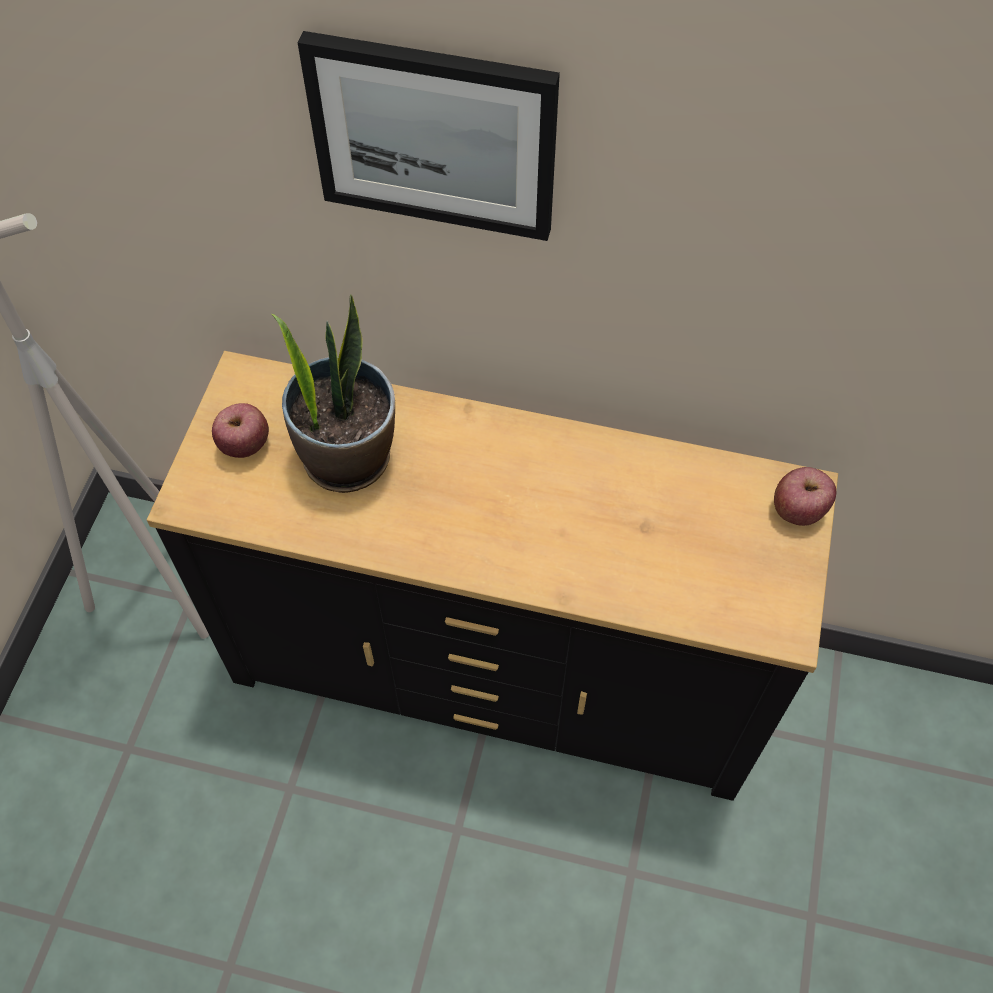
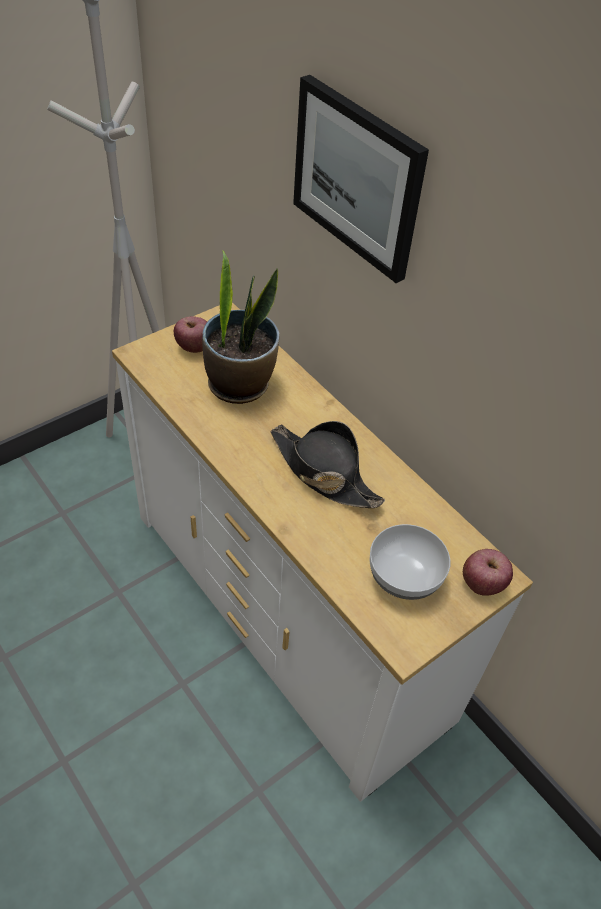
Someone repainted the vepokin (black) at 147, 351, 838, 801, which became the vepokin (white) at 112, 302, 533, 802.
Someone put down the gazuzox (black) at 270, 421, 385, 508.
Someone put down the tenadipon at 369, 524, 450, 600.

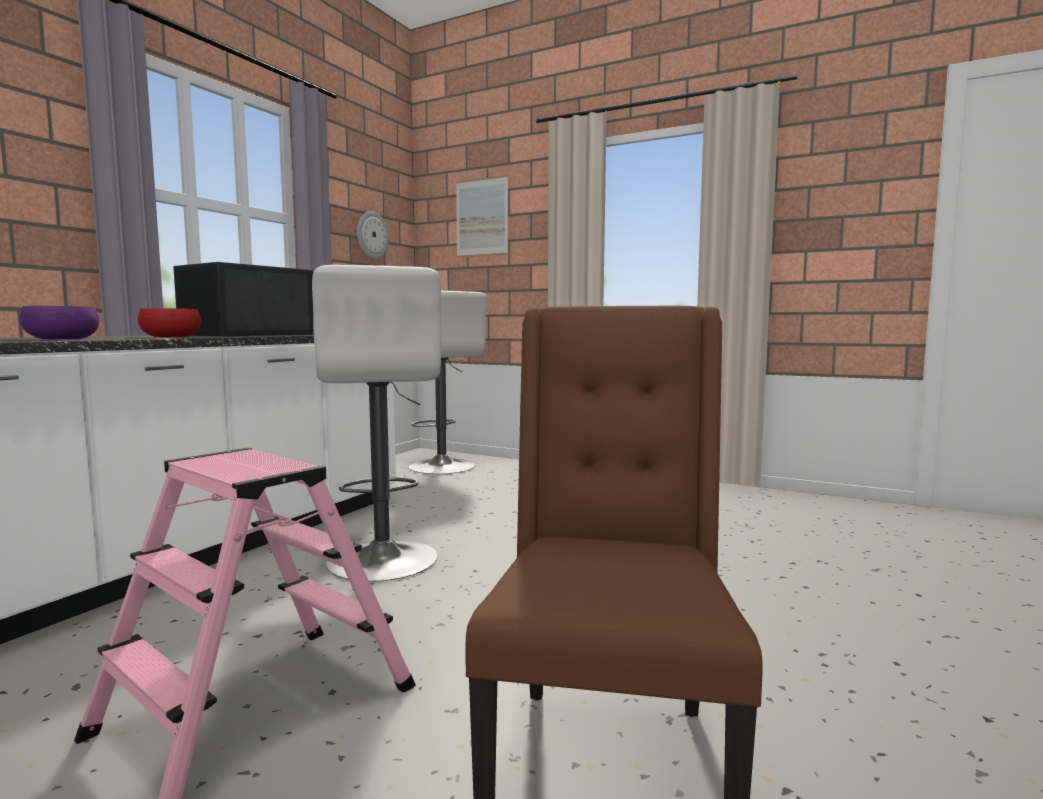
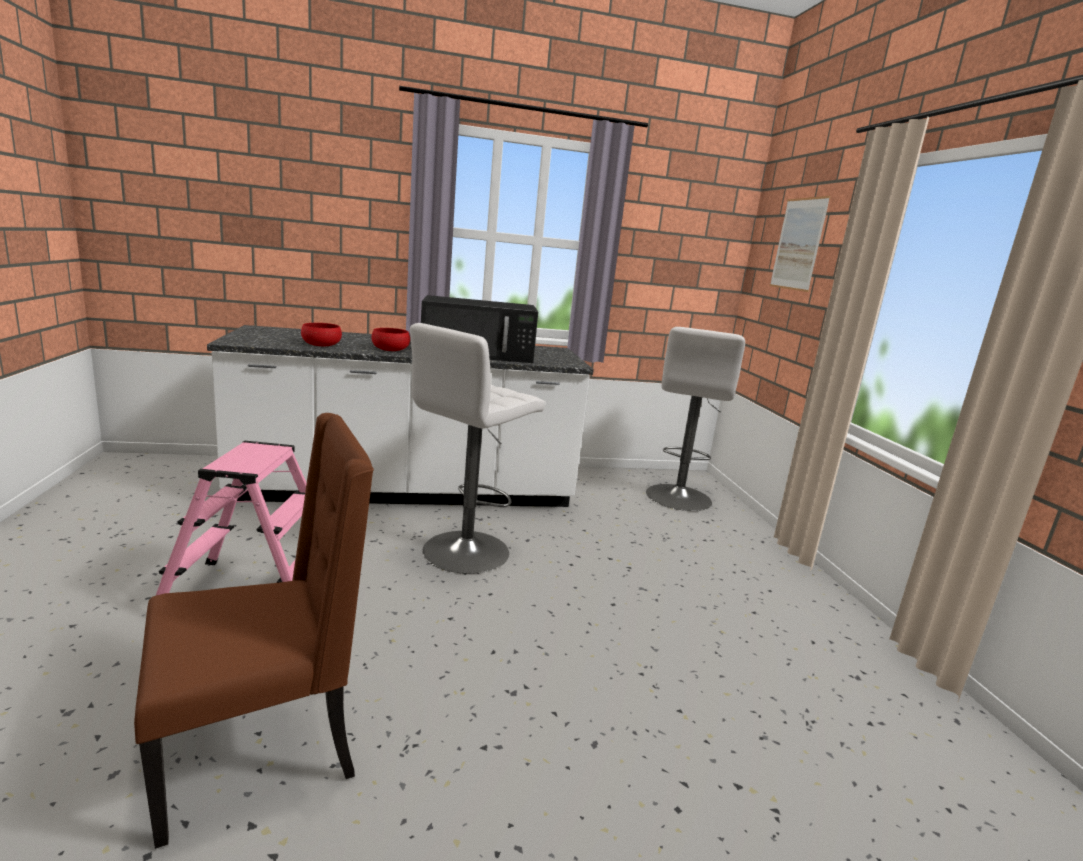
Someone repainted the tenadipon (purple) at 20, 306, 99, 339, which became the tenadipon (red) at 301, 323, 342, 346.
Someone took away the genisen at 357, 211, 389, 259.

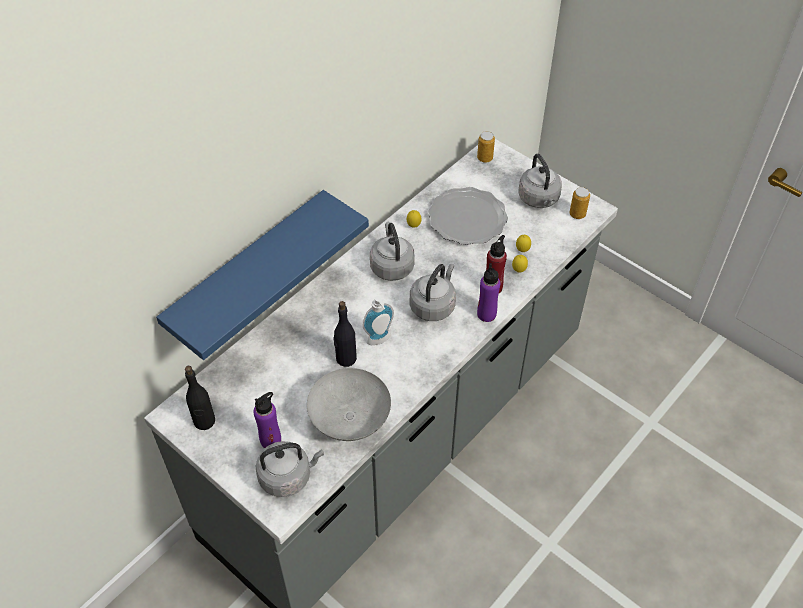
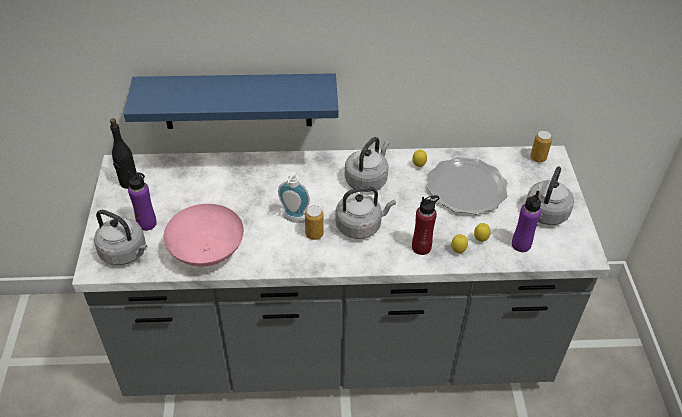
Someone repainted the tenadipon (grey) at 307, 368, 391, 441, which became the tenadipon (pink) at 164, 204, 244, 266.
Someone took away the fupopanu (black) at 333, 301, 357, 367.
Someone carried the fupopanu (purple) from 477, 263, 500, 322 to 512, 191, 541, 252.
Someone carried the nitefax from 570, 187, 590, 219 to 305, 205, 324, 240.

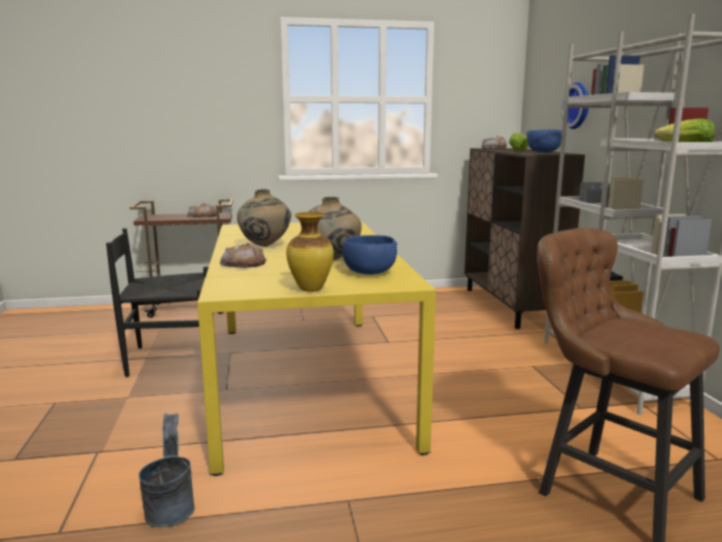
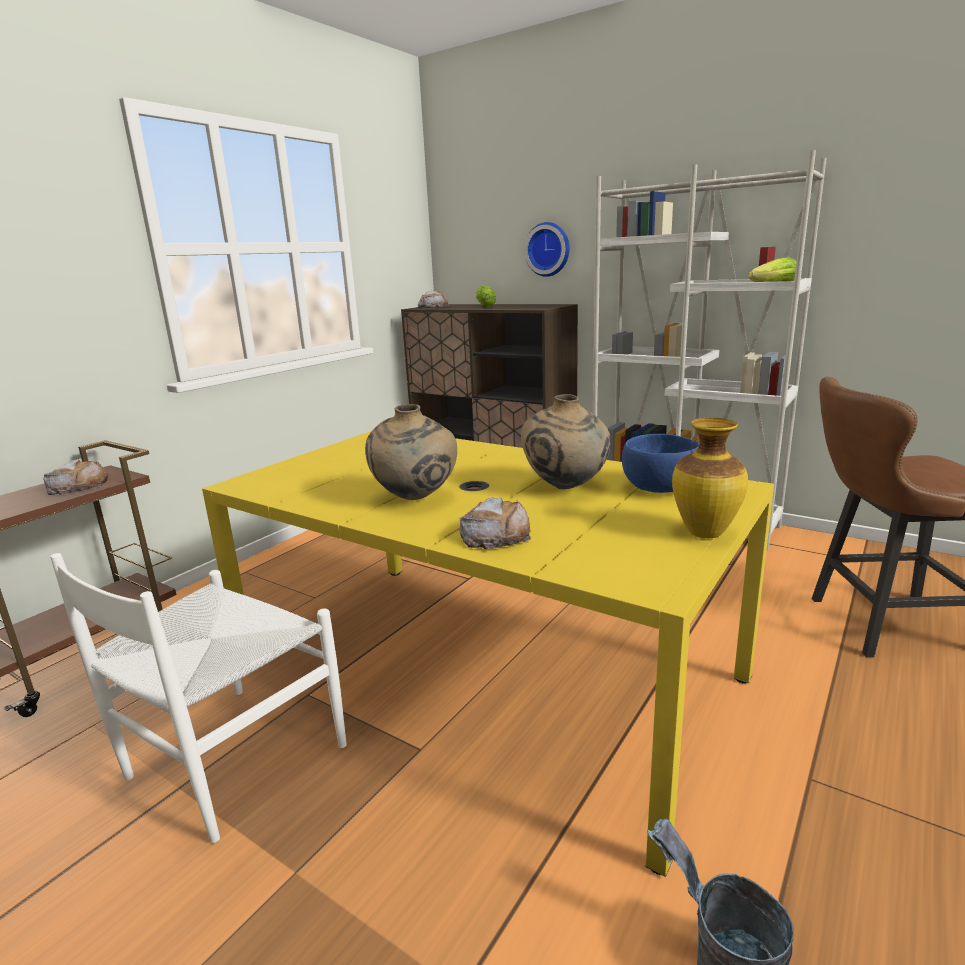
Someone repainted the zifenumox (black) at 106, 228, 208, 377, which became the zifenumox (white) at 50, 553, 347, 843.
Someone took away the tenadipon (blue) at 526, 130, 562, 152.

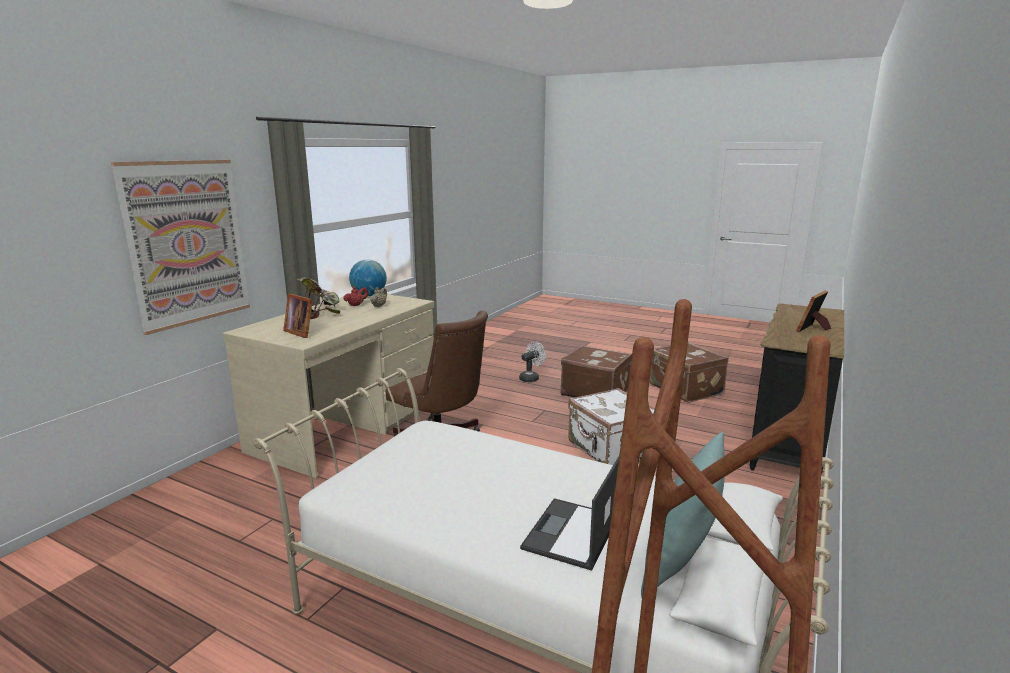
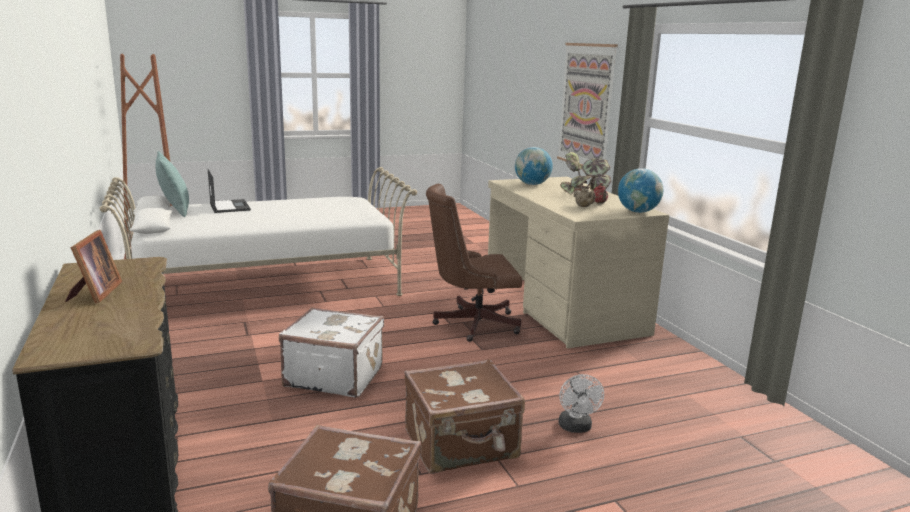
Someone swapped the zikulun at 283, 293, 313, 338 for the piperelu at 515, 147, 553, 185.

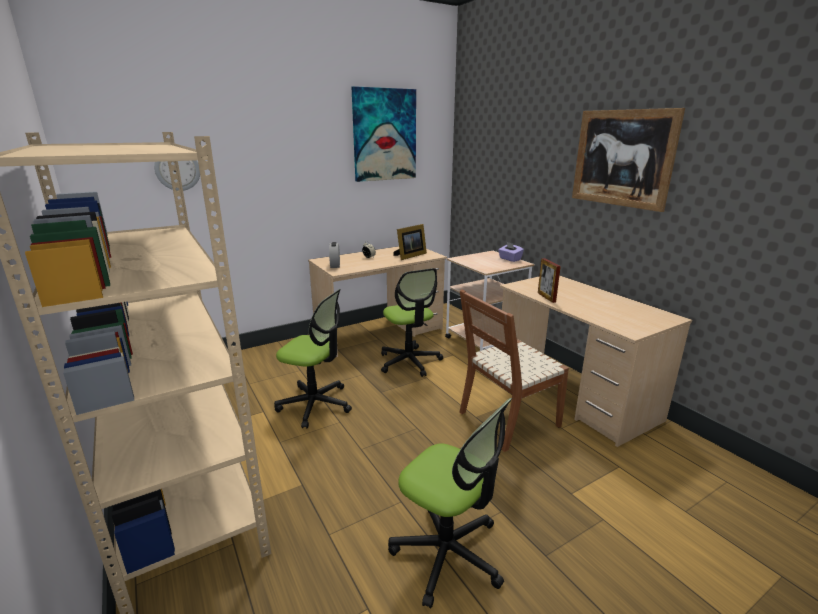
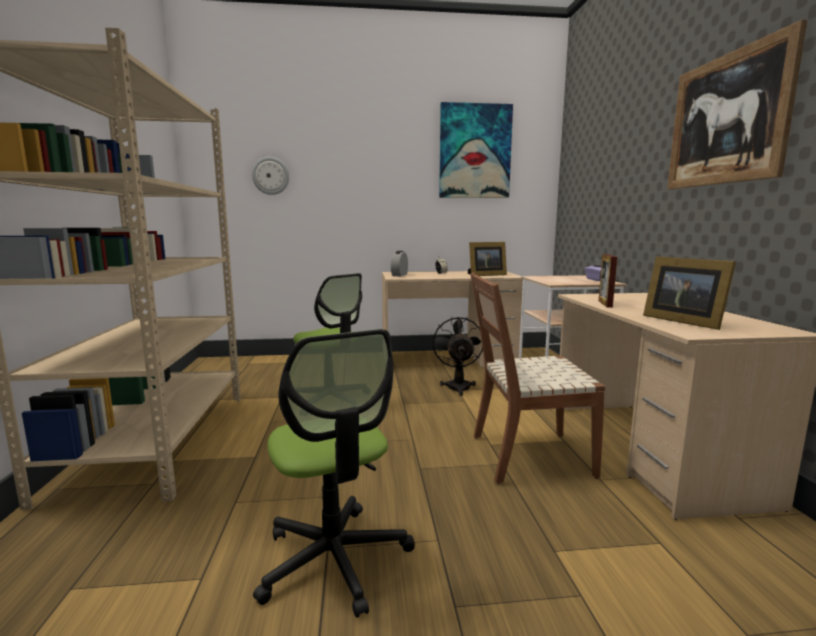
Someone swapped the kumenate at 381, 268, 443, 377 for the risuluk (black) at 432, 316, 483, 396.
Someone put down the zikulun at 643, 256, 736, 330.

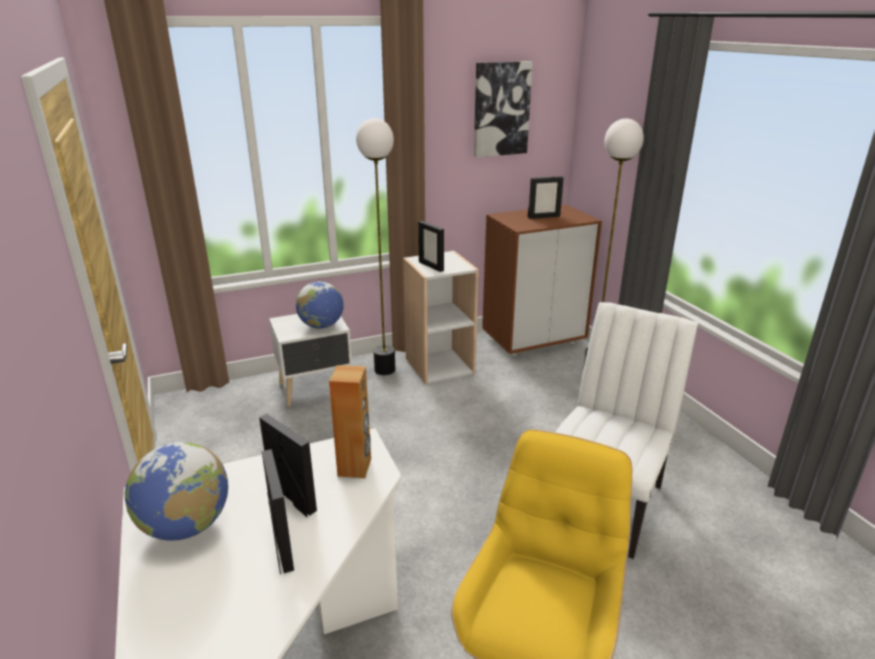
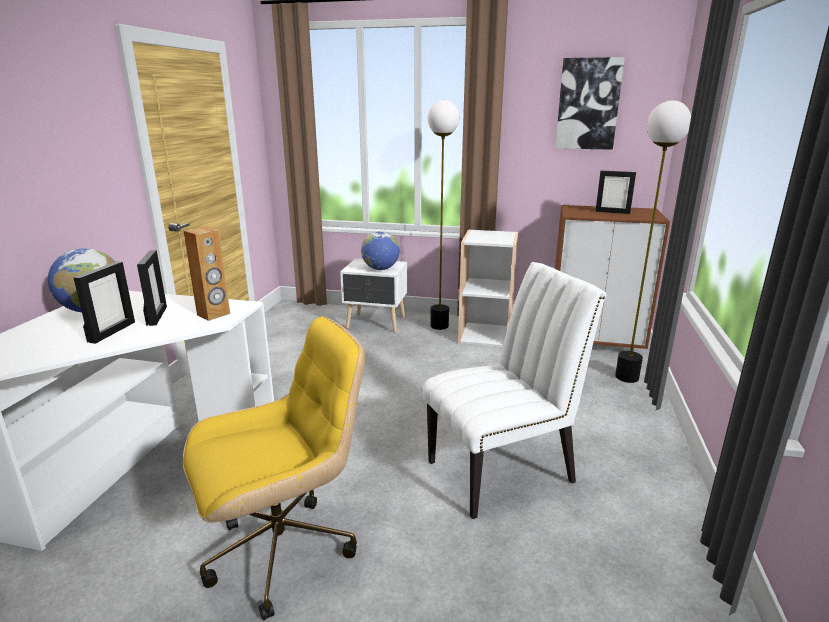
Someone took away the zikulun at 418, 221, 444, 272.

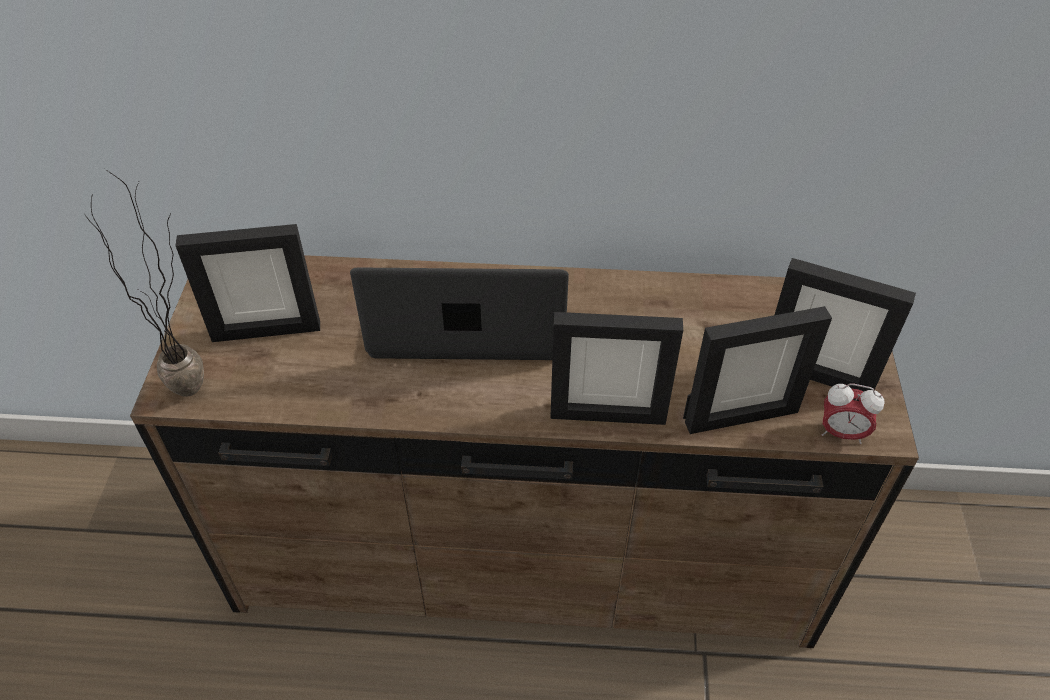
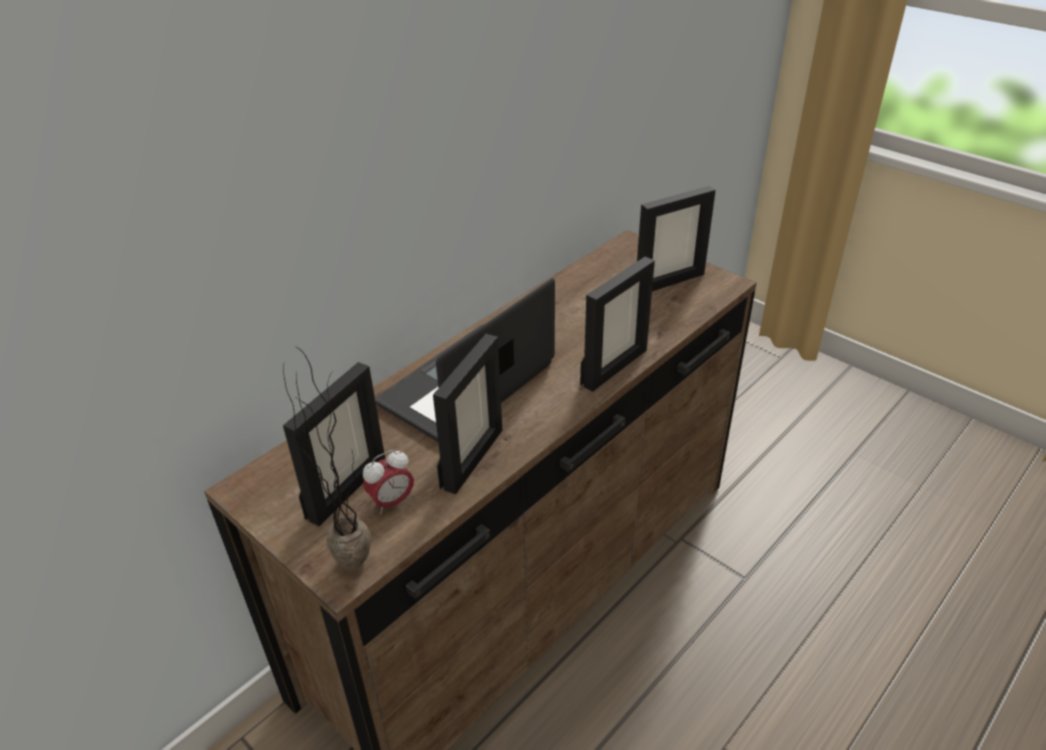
Someone carried the zikulun from 683, 306, 832, 434 to 433, 334, 502, 494.
Someone carried the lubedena from 822, 384, 885, 444 to 363, 450, 414, 514.

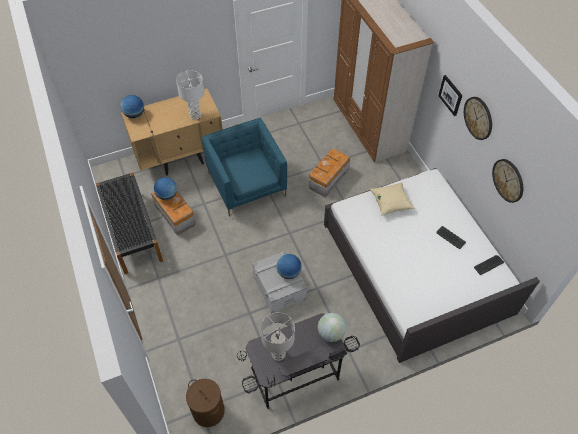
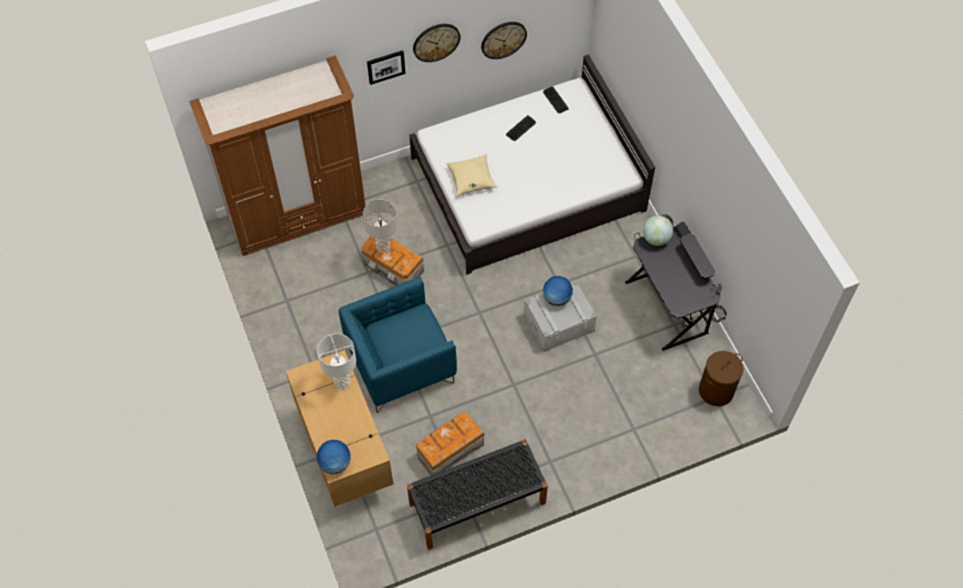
Someone took away the piperelu at 154, 177, 177, 200.
Someone carried the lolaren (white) from 261, 313, 295, 361 to 363, 199, 397, 253.

